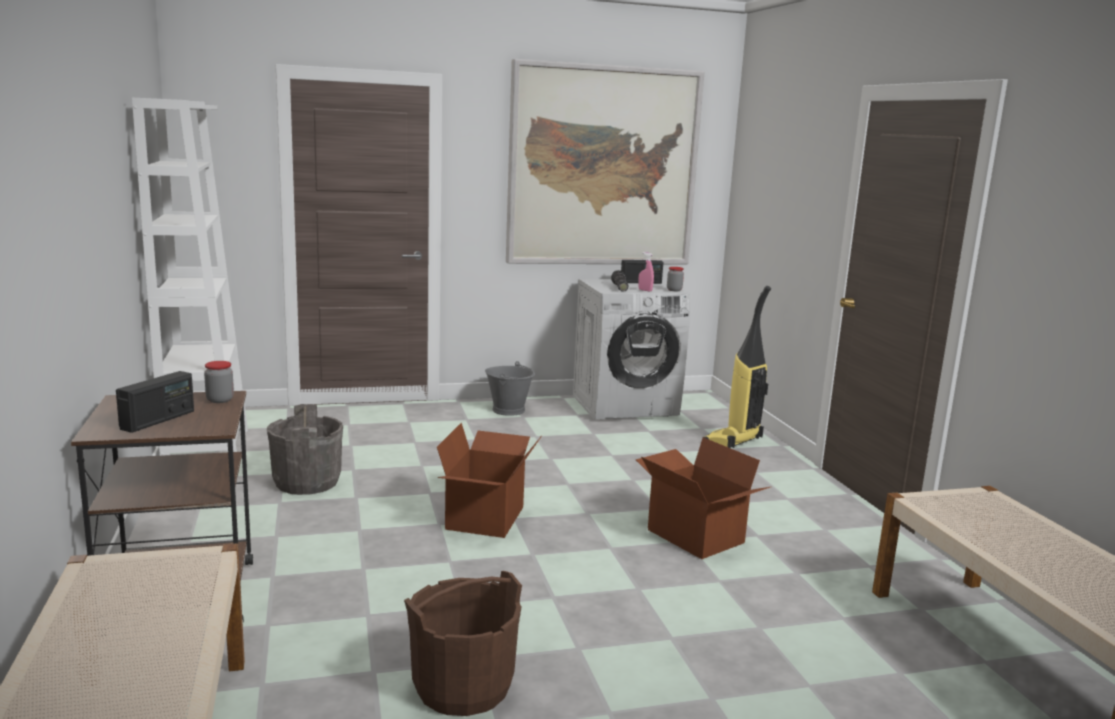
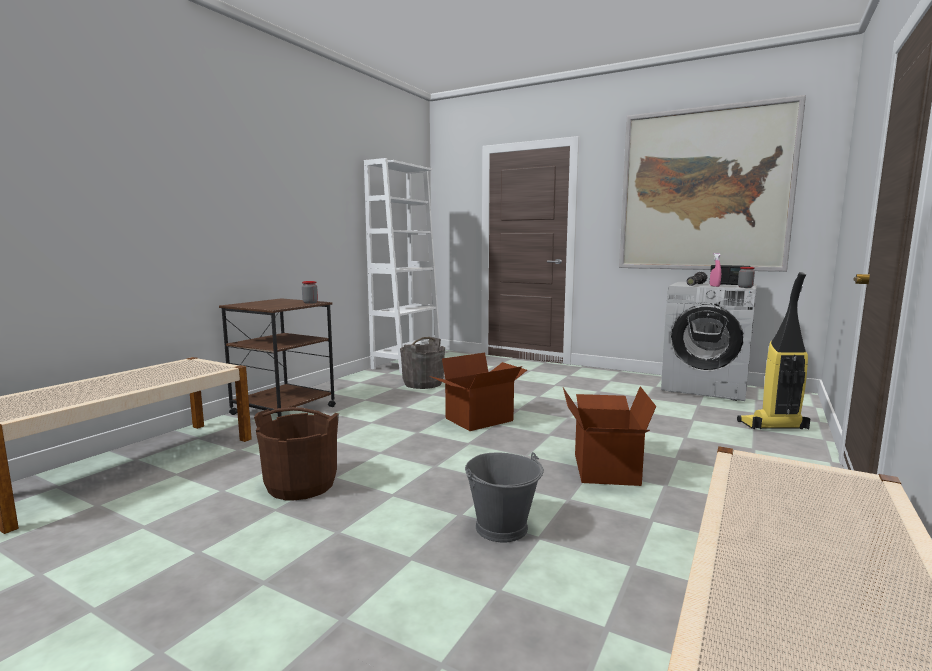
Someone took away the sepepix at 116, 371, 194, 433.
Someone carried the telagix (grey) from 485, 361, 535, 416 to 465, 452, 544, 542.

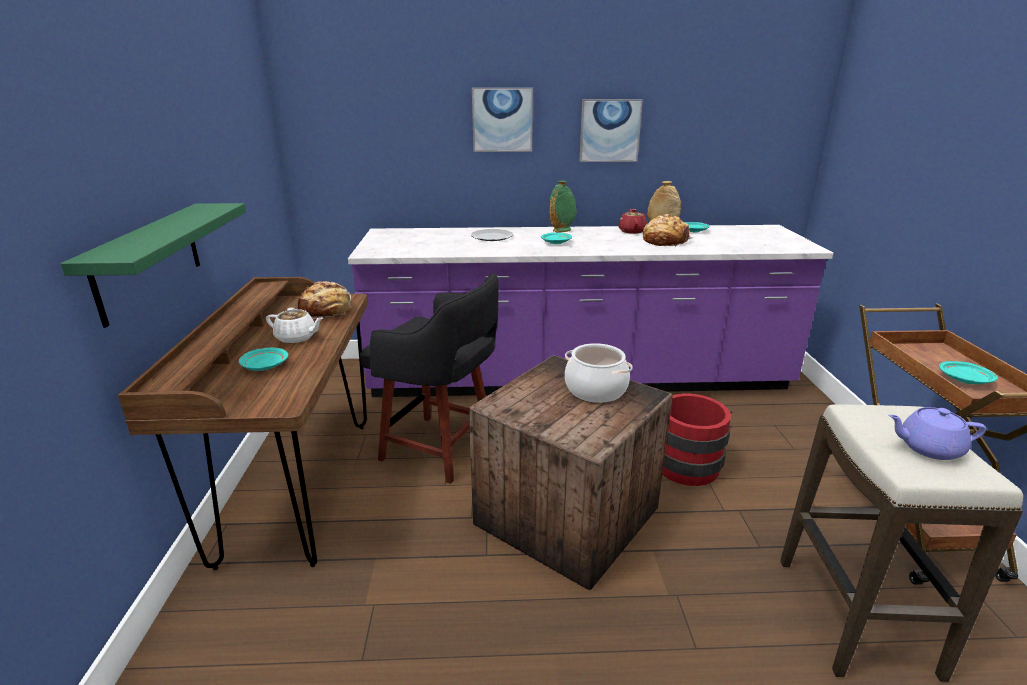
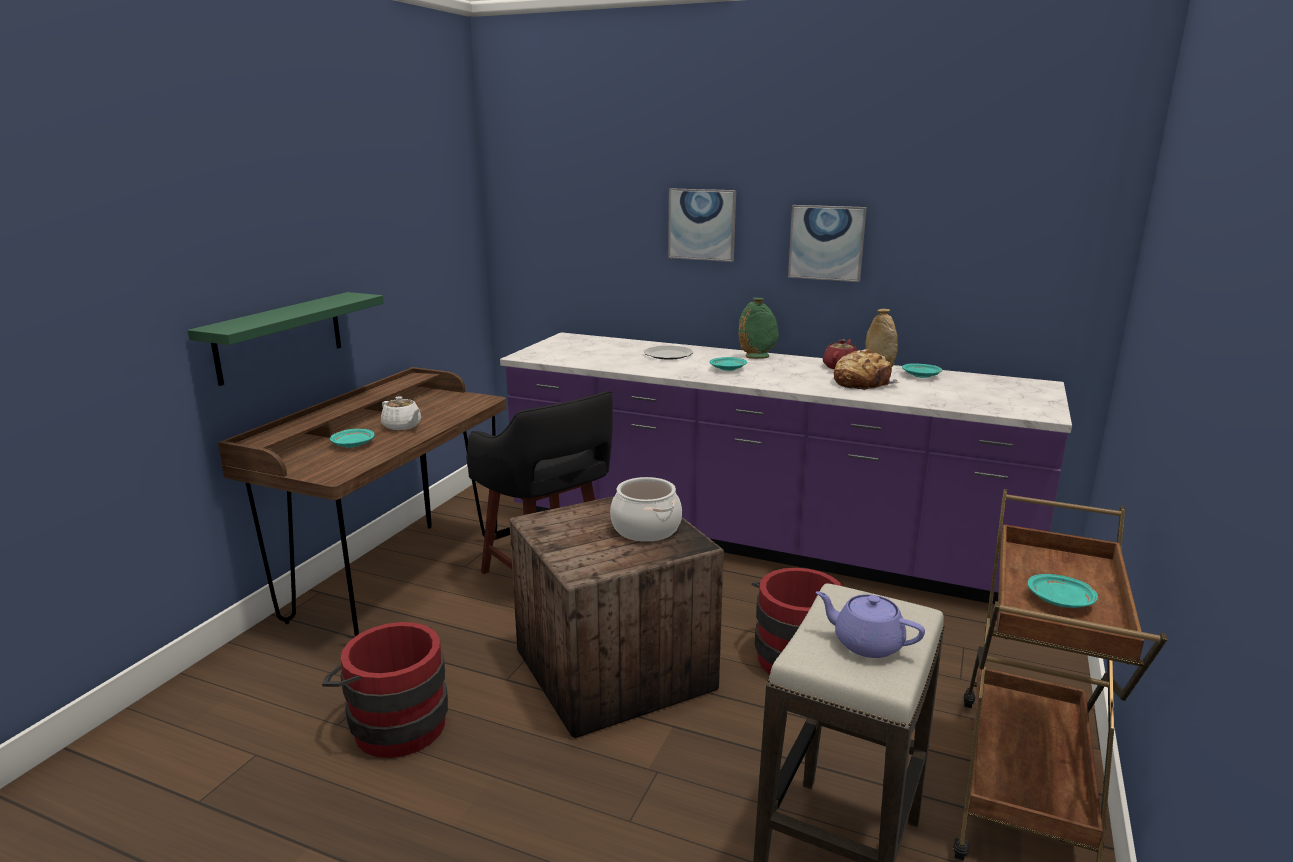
Someone took away the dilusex at 298, 281, 352, 320.
Someone put down the telagix (red) at 322, 622, 448, 758.

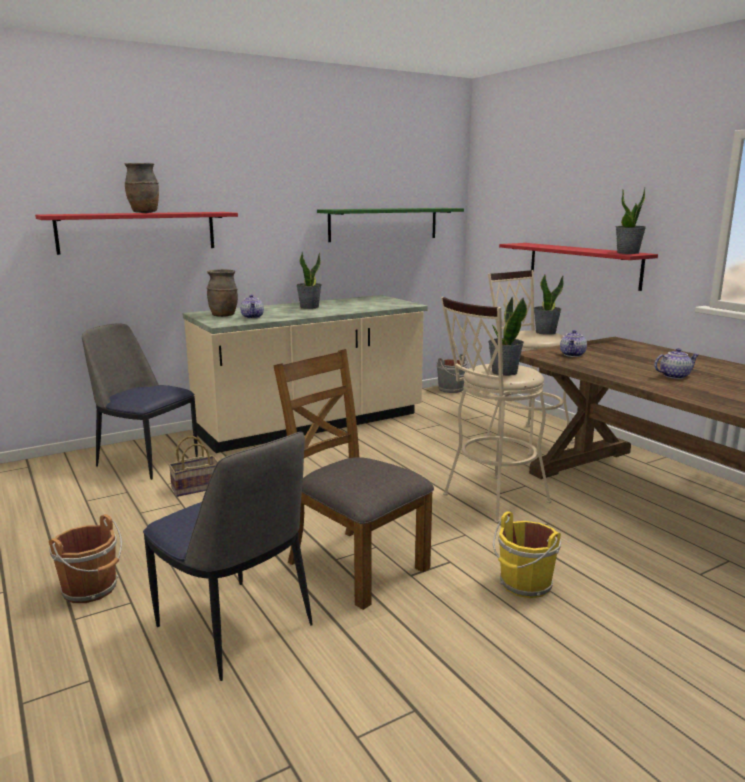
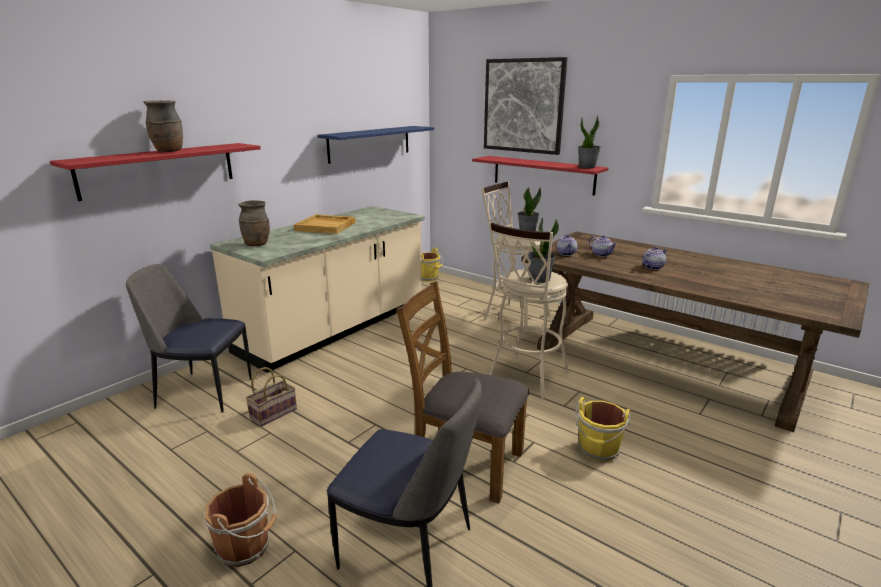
Someone carried the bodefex from 240, 295, 264, 319 to 589, 235, 617, 257.
Someone swapped the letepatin at 296, 252, 322, 309 for the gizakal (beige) at 294, 214, 355, 234.
Someone repainted the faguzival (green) at 317, 208, 464, 242, which became the faguzival (blue) at 317, 126, 434, 164.
Someone repainted the telagix (grey) at 437, 354, 470, 393, which became the telagix (yellow) at 421, 248, 443, 281.
Someone put up the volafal at 484, 57, 567, 155.

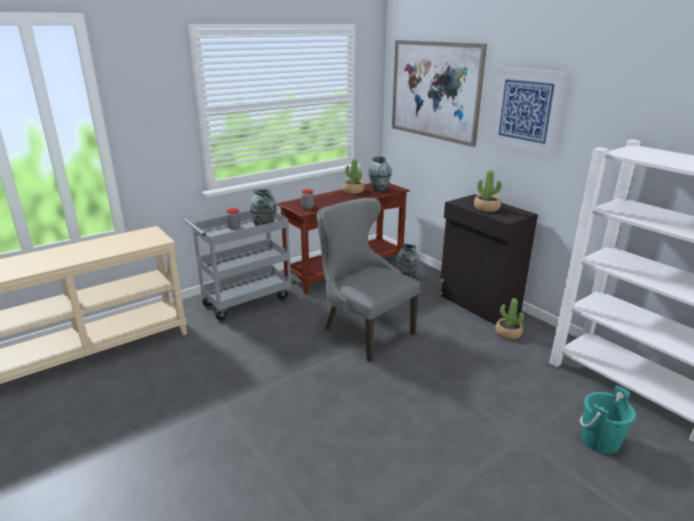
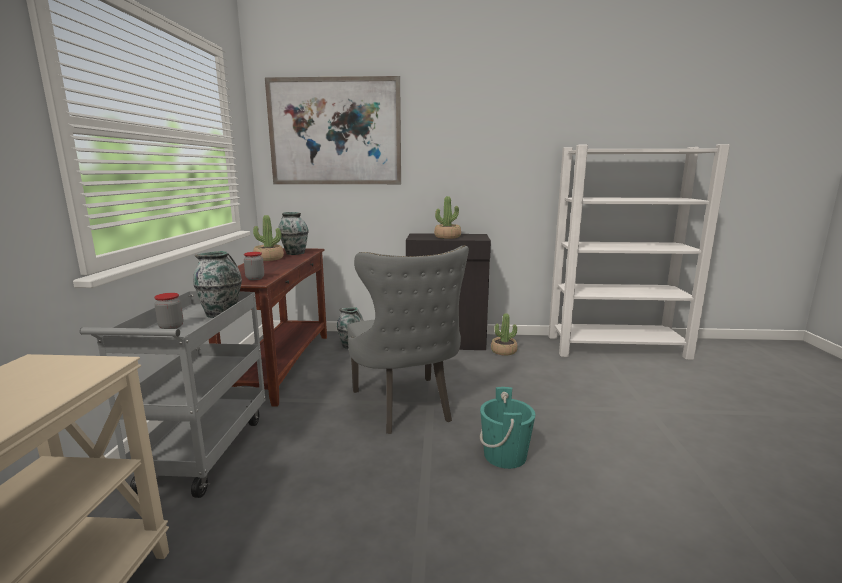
Someone rotated the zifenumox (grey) at 317, 198, 420, 362 by 105 degrees counterclockwise.
Someone took away the volafal at 489, 67, 569, 156.
Someone carried the telagix (turquoise) from 580, 386, 636, 454 to 480, 387, 535, 469.

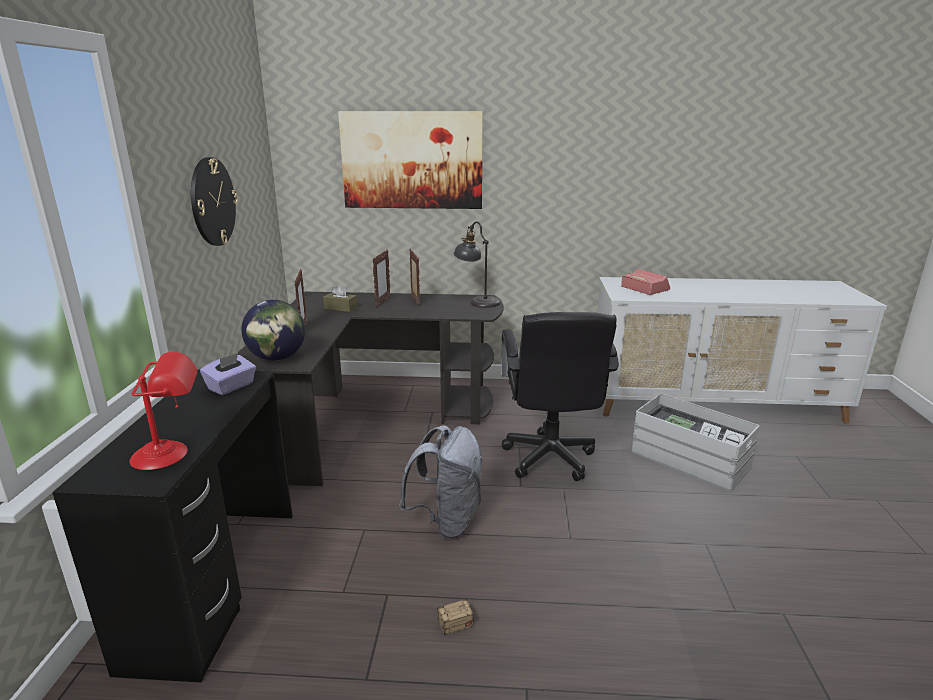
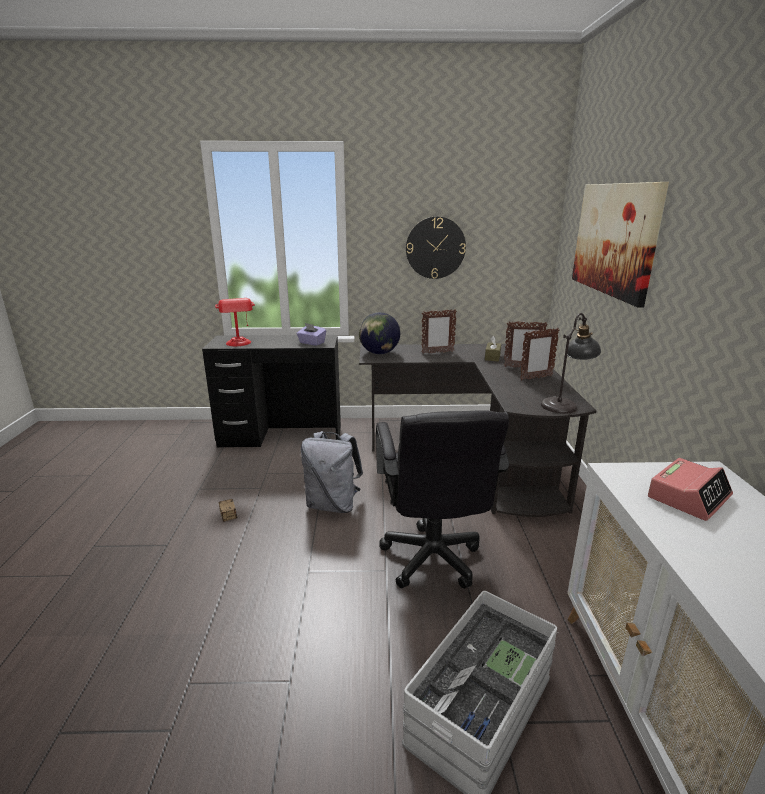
Someone rotated the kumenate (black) at 501, 312, 619, 481 by 90 degrees counterclockwise.

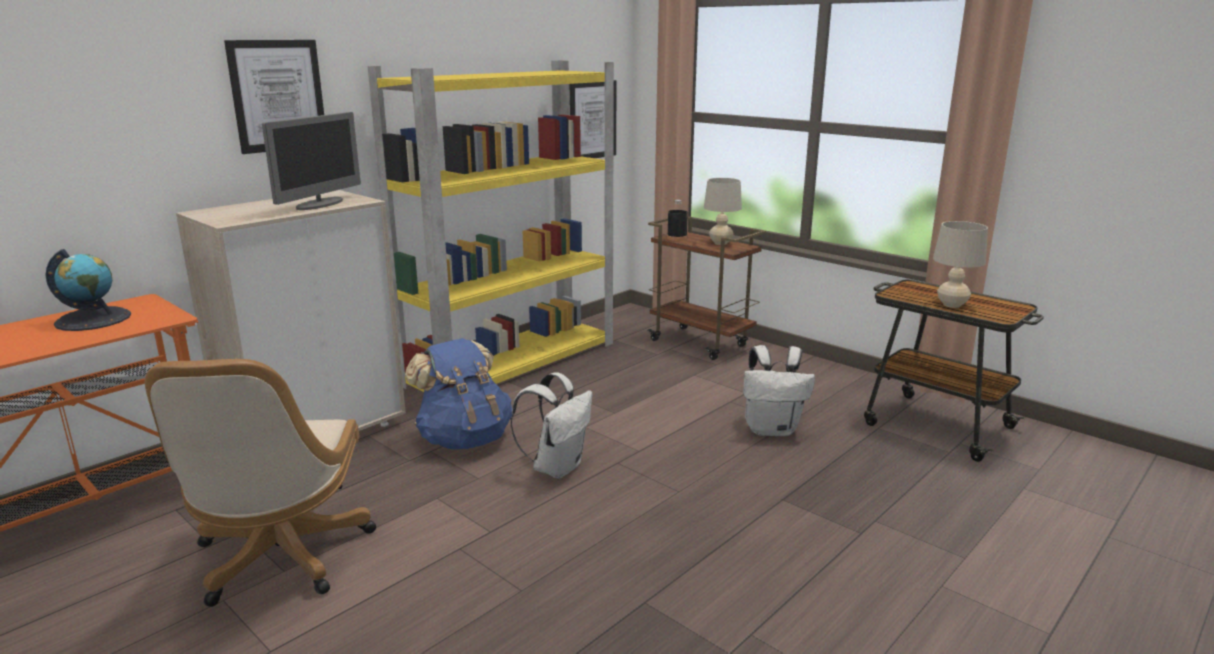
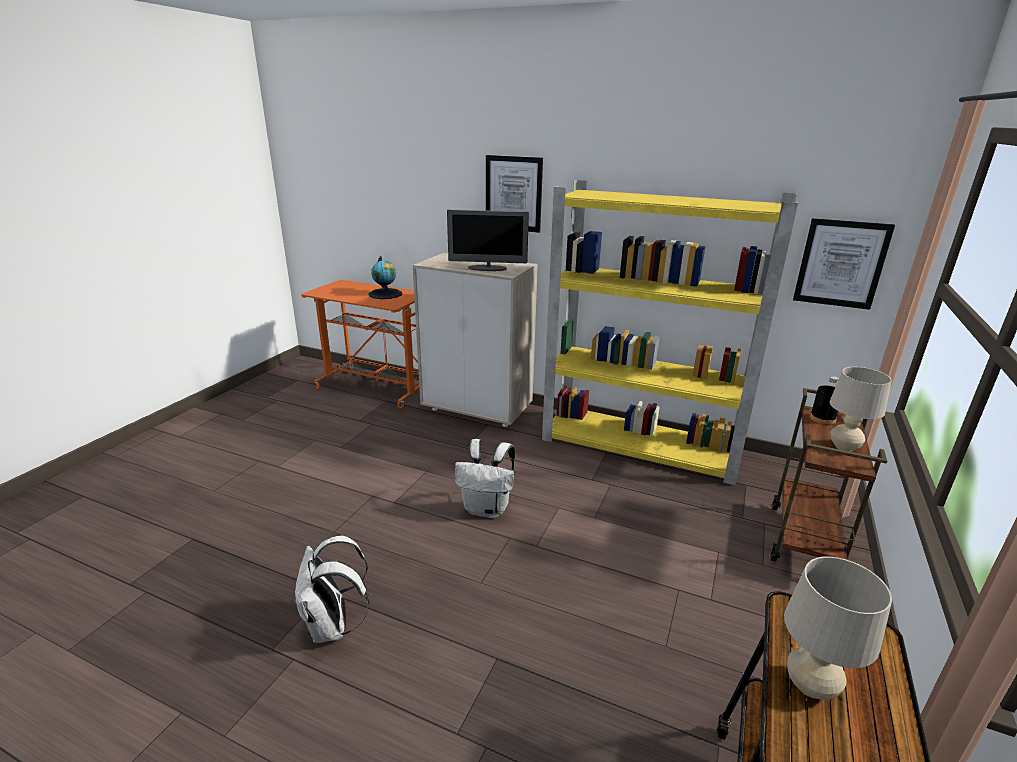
Someone took away the kumenate at 145, 359, 376, 607.
Someone took away the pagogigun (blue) at 405, 338, 512, 450.
Someone carried the pagogigun (white) from 743, 345, 815, 436 to 295, 536, 369, 643.

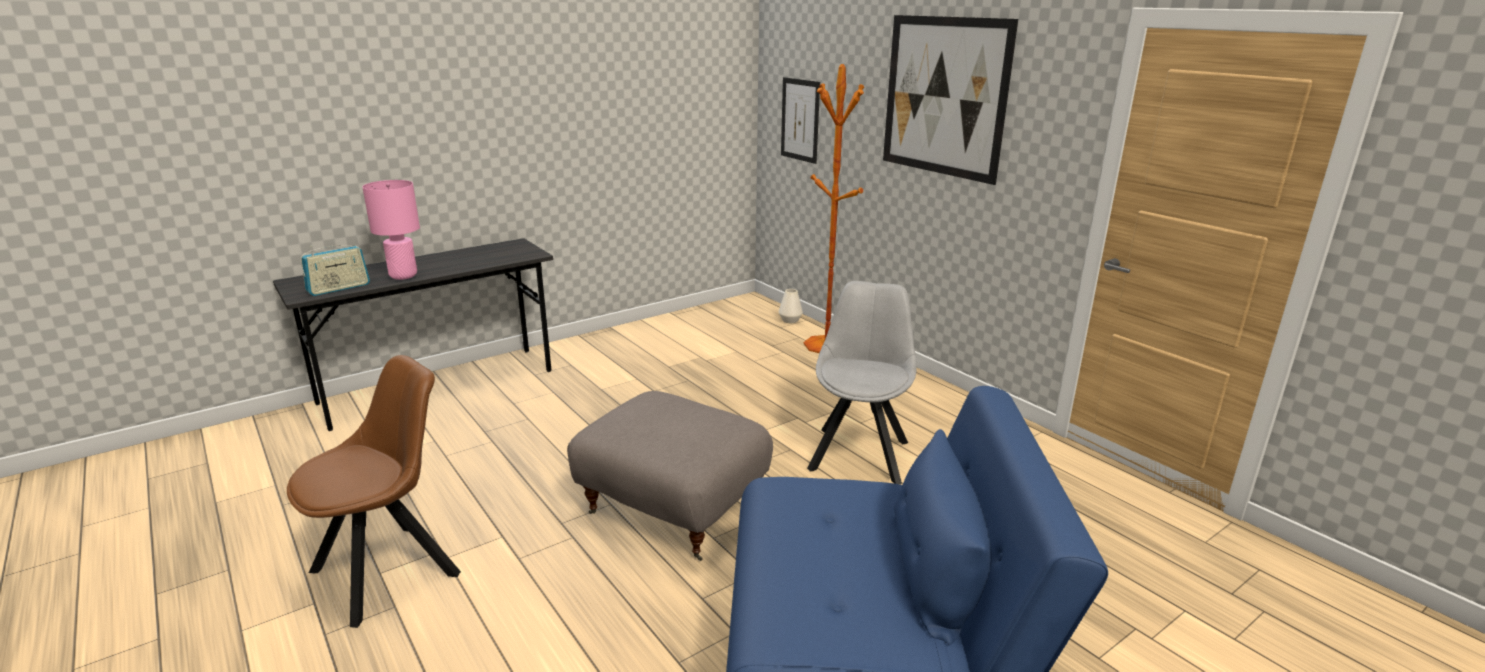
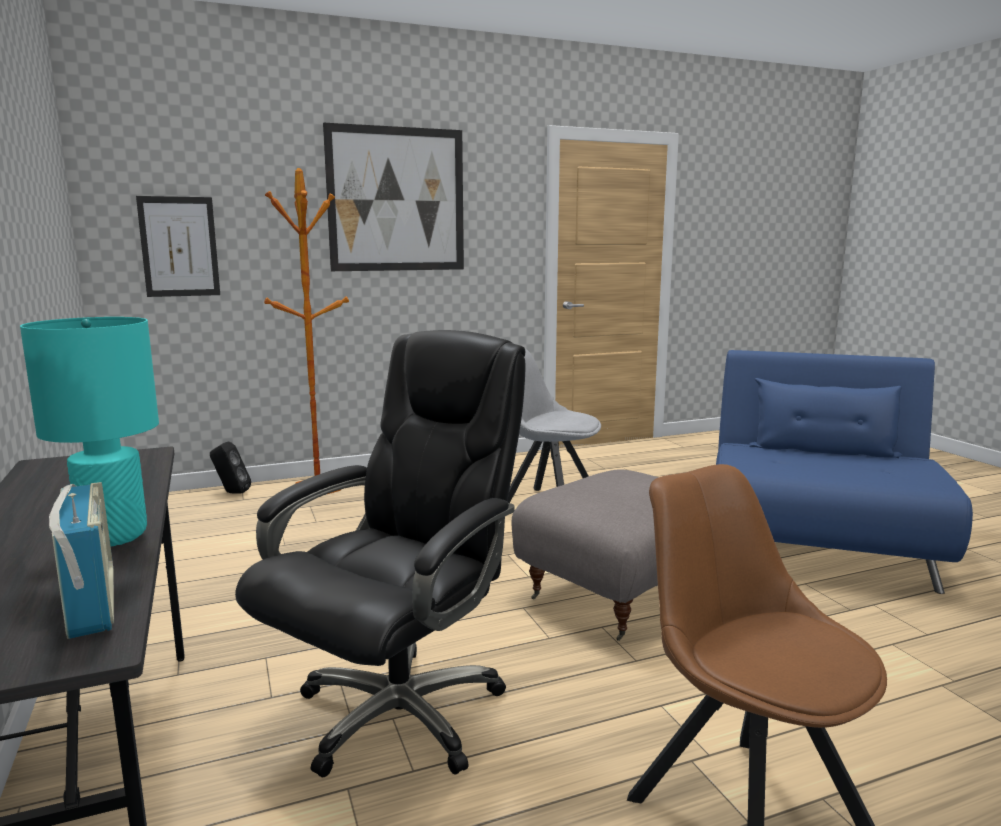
Someone repainted the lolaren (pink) at 362, 180, 420, 280, which became the lolaren (turquoise) at 20, 317, 159, 546.
Someone swapped the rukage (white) at 779, 289, 803, 323 for the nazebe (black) at 210, 441, 251, 493.
Someone put down the kumenate (black) at 235, 330, 525, 778.

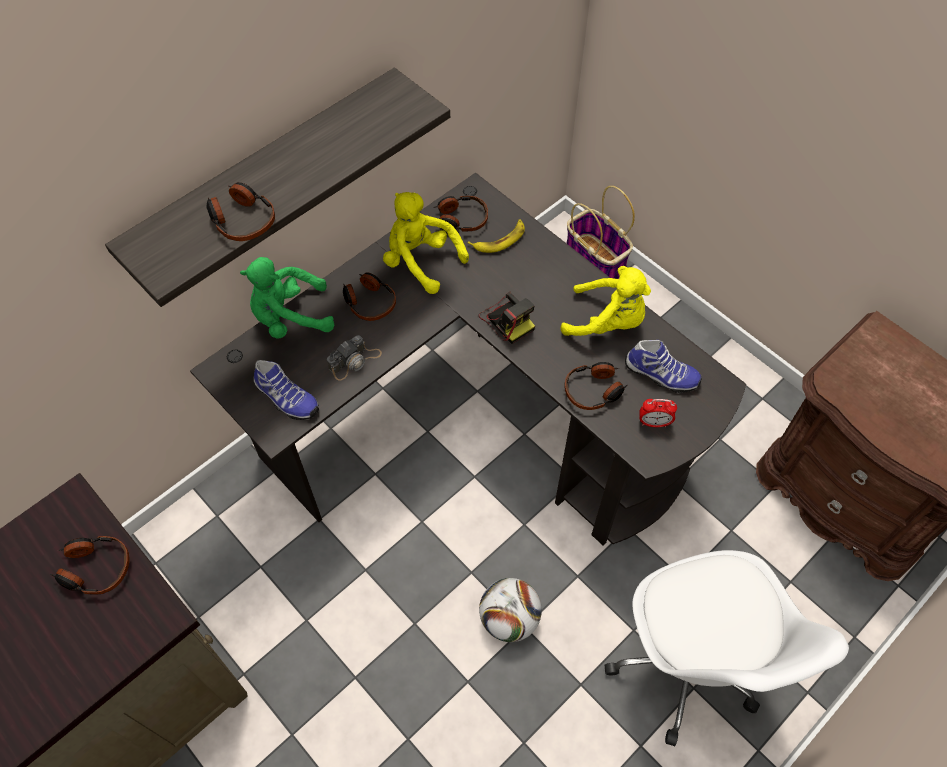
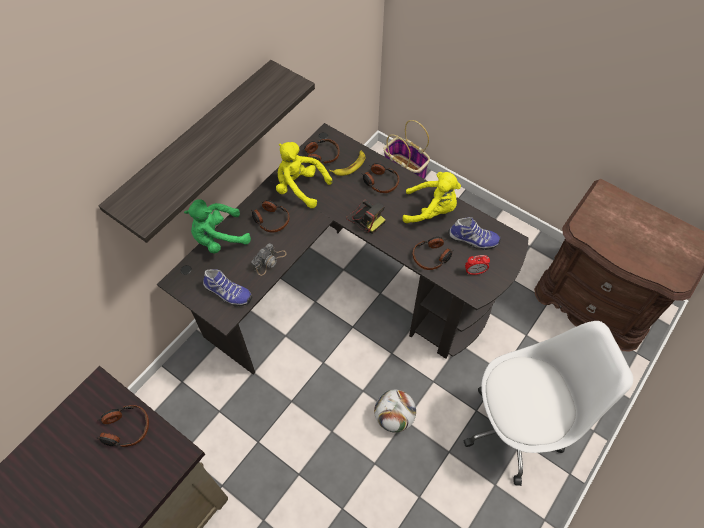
Someone carried the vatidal from 206, 182, 275, 241 to 361, 163, 399, 193.
Someone rotated the kumenate (white) at 605, 550, 849, 746 by 75 degrees counterclockwise.

